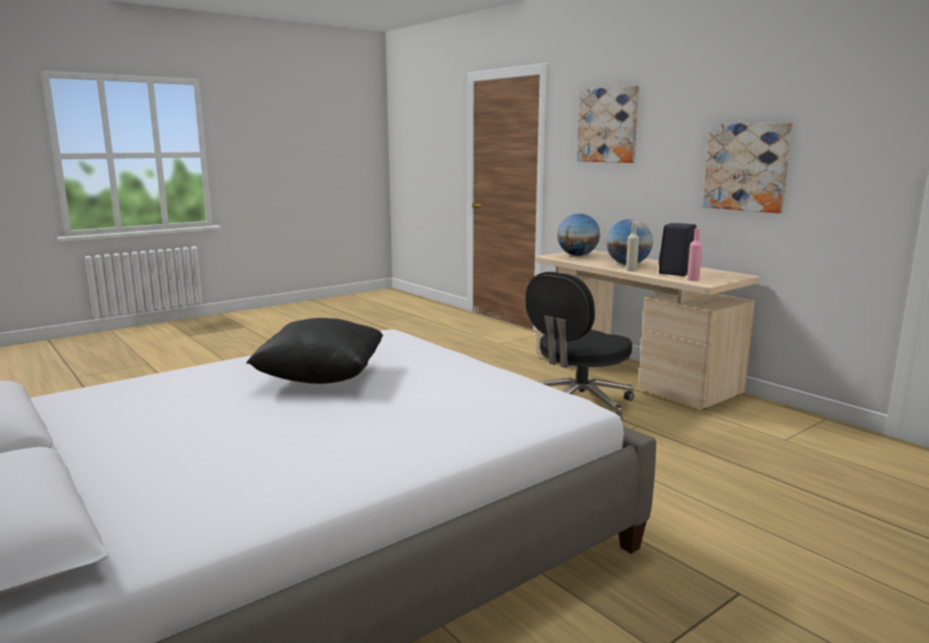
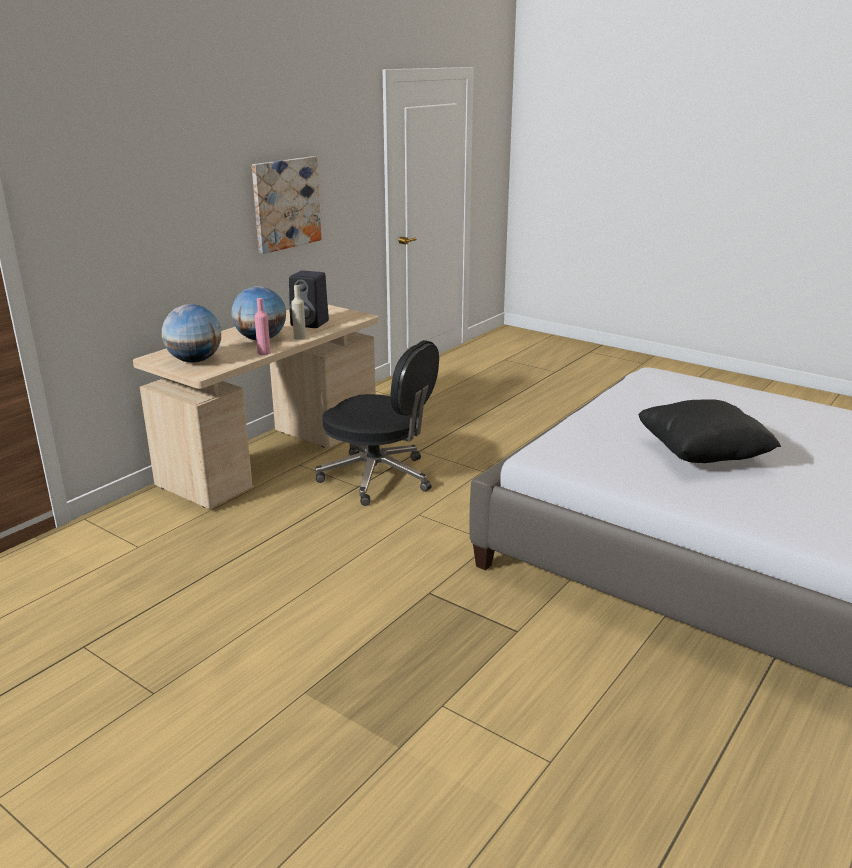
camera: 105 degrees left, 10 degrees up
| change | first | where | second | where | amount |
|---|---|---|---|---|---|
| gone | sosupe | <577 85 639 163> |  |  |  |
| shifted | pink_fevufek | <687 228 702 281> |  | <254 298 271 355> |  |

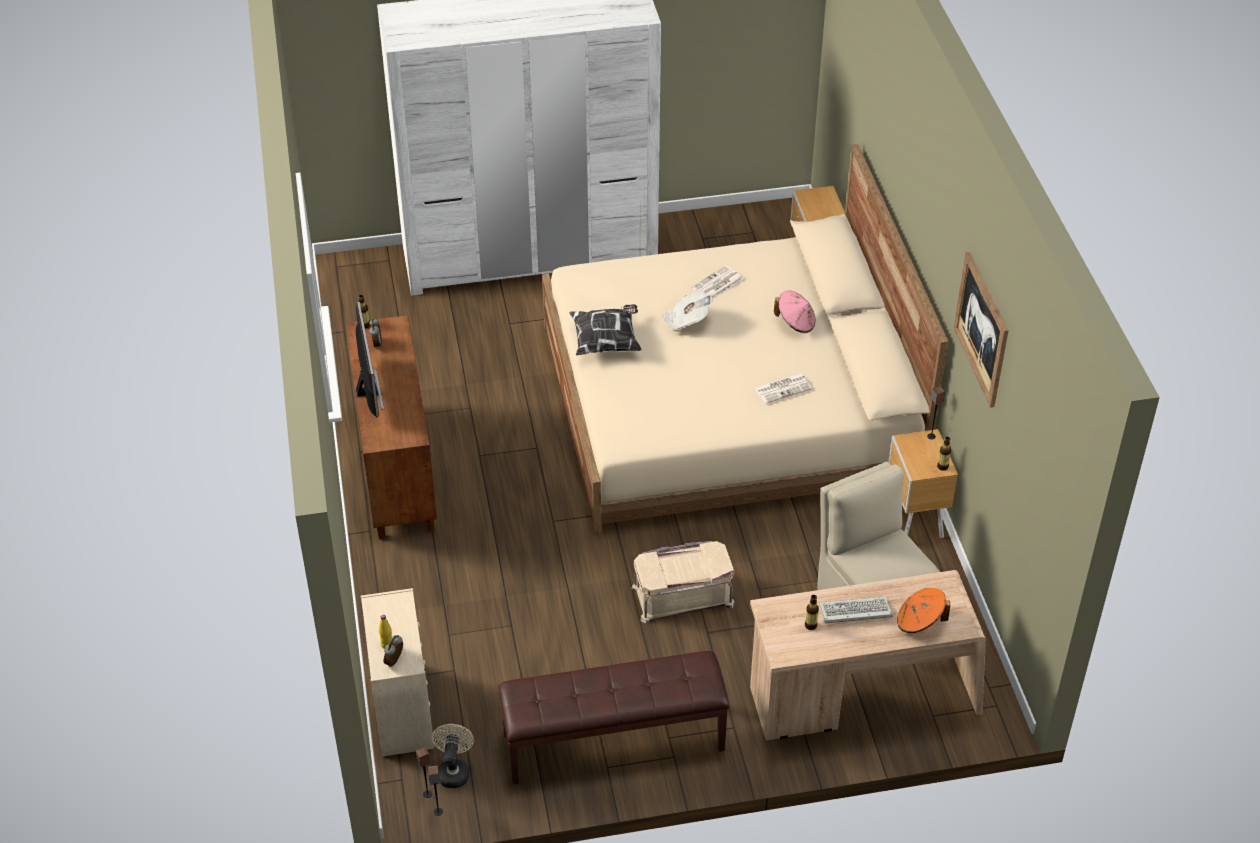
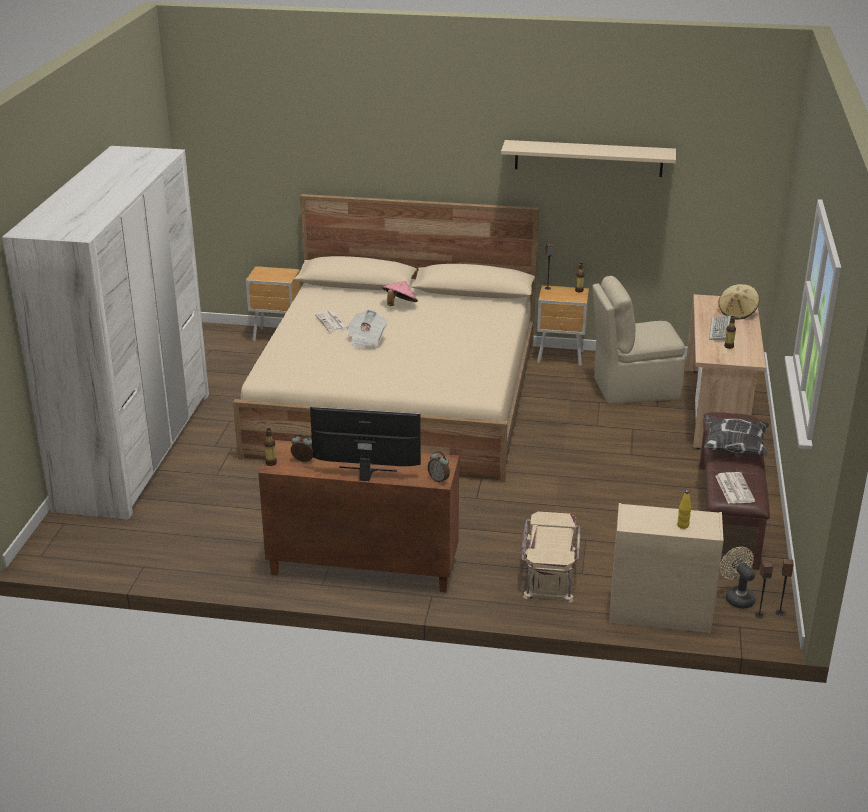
camera: 70 degrees left, 15 degrees down
| change | first | where | second | where | amount |
|---|---|---|---|---|---|
| shifted | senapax | <383 635 403 667> |  | <428 451 450 484> |  |
| shifted | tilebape | <569 304 642 355> |  | <703 415 770 455> |  |
| shifted | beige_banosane | <631 541 736 624> |  | <521 512 580 603> |  |
| shifted | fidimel | <754 373 812 404> |  | <716 472 755 504> |  |
| swapped | sosupe | <954 252 1009 408> | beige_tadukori | <501 140 676 177> |  |
| repainted | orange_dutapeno | <897 588 950 633> | beige_dutapeno | <718 284 759 320> |  |
| rotated | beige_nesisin | <432 724 474 788> |  | <720 547 755 609> | 45 degrees clockwise |

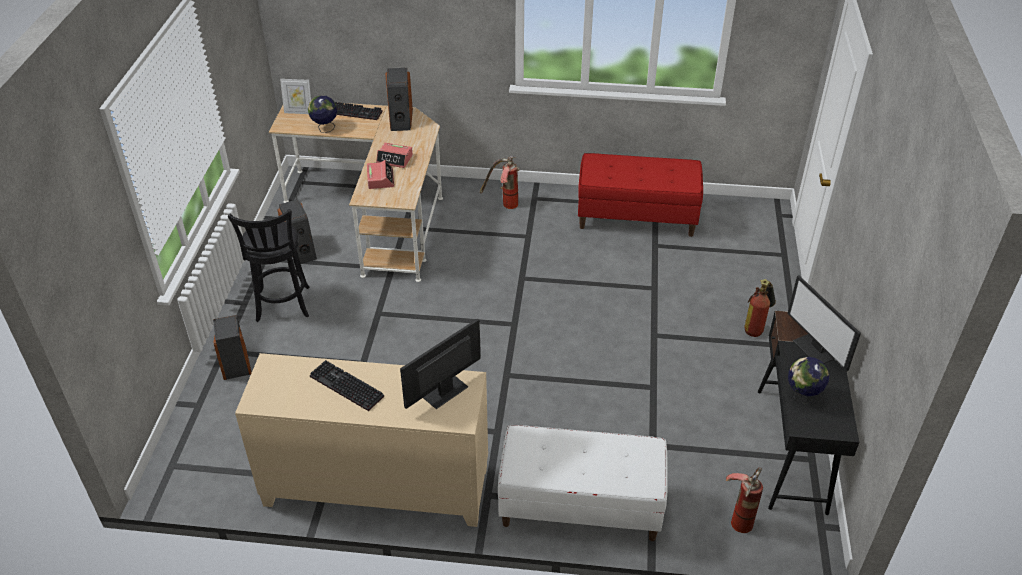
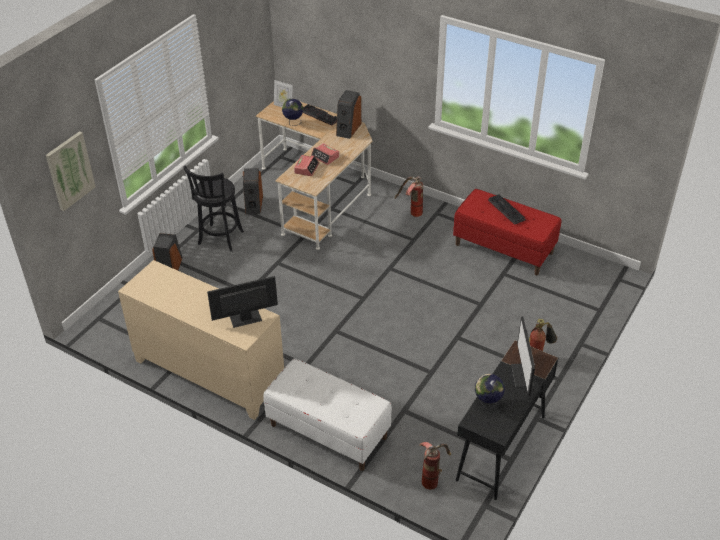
camera: 25 degrees right, 0 degrees up
| change | first | where | second | where | amount |
|---|---|---|---|---|---|
| new |  |  | sosupe | <46 131 96 211> |  |
| shifted | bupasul | <310 360 384 411> |  | <488 194 526 225> |  |

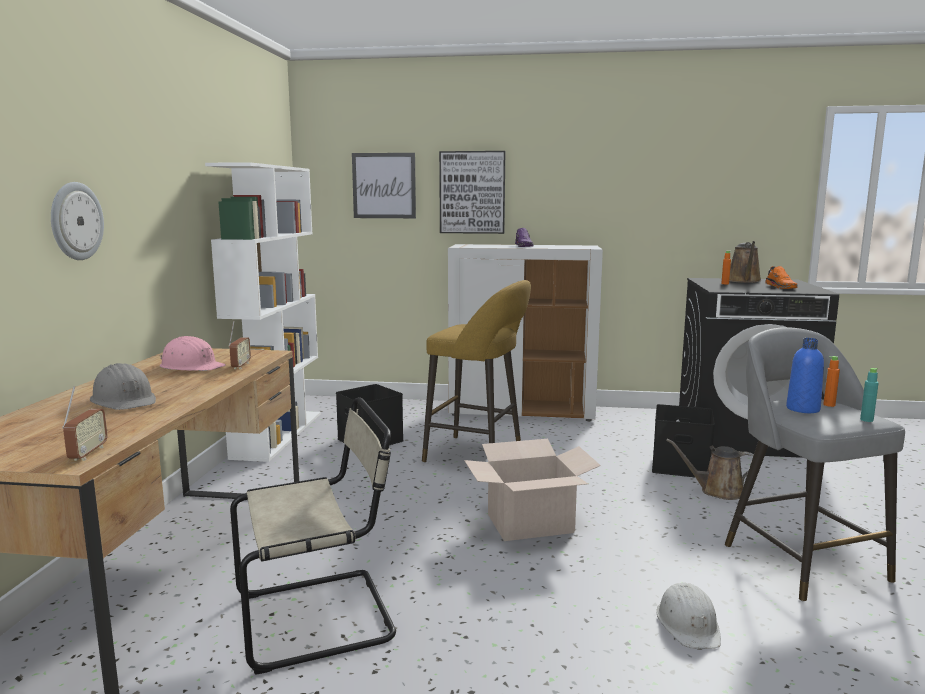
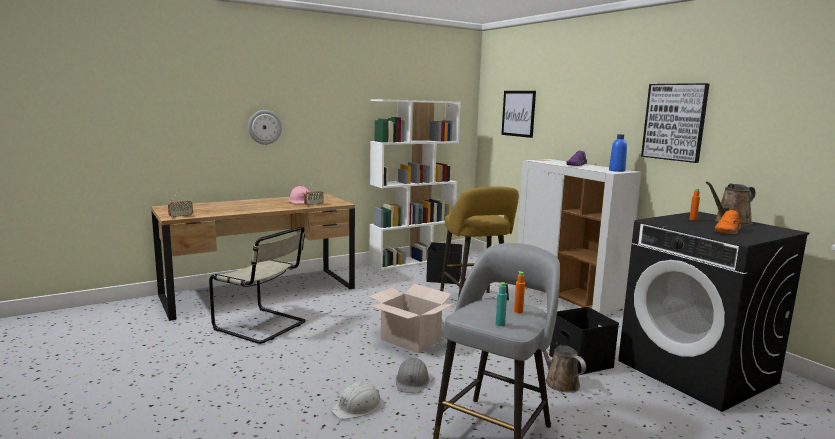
camera: 50 degrees right, 0 degrees up
| change | first | where | second | where | amount |
|---|---|---|---|---|---|
| shifted | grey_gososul | <90 363 156 410> |  | <396 358 430 393> |  |
| shifted | sosupe | <439 151 505 234> |  | <641 83 710 163> |  |
| shifted | blue_fevufek | <786 338 824 413> |  | <609 134 627 172> |  |

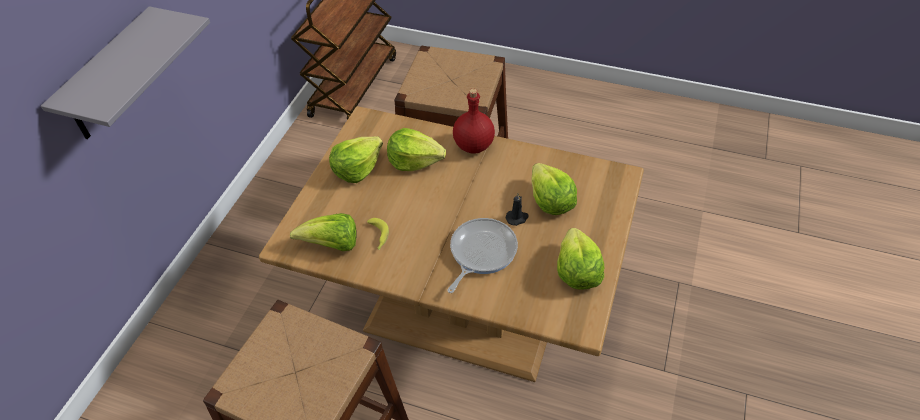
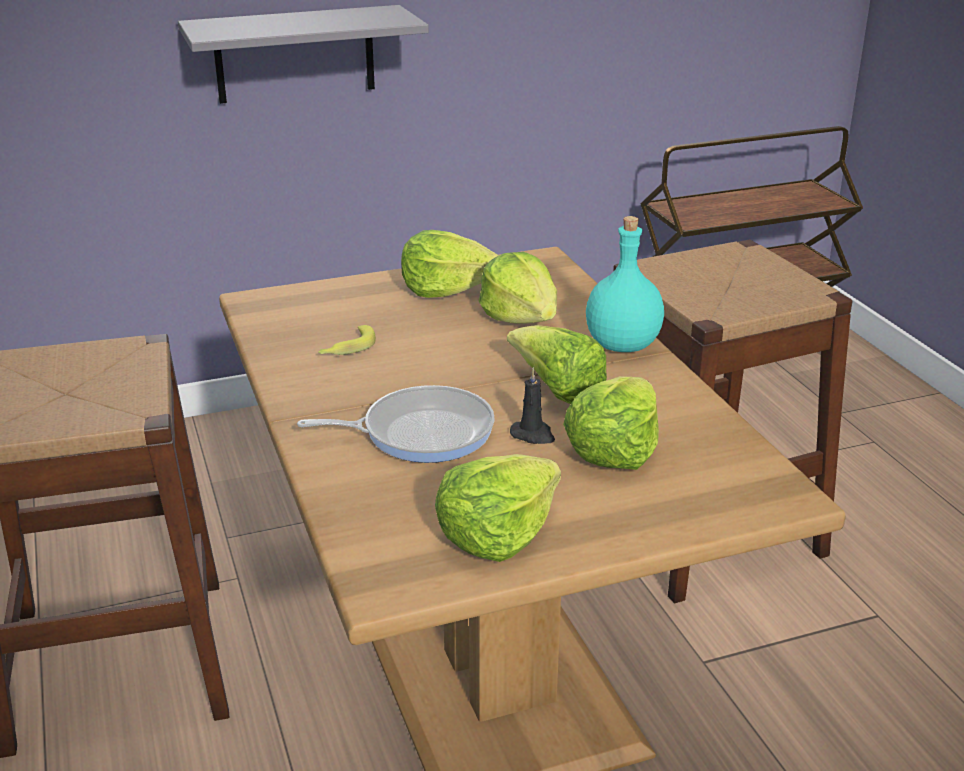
camera: 50 degrees right, 20 degrees down
| change | first | where | second | where | amount |
|---|---|---|---|---|---|
| shifted | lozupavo | <290 213 356 251> |  | <507 325 607 404> |  |
| repainted | red_fevufek | <453 89 495 154> | turquoise_fevufek | <586 216 664 352> |  |

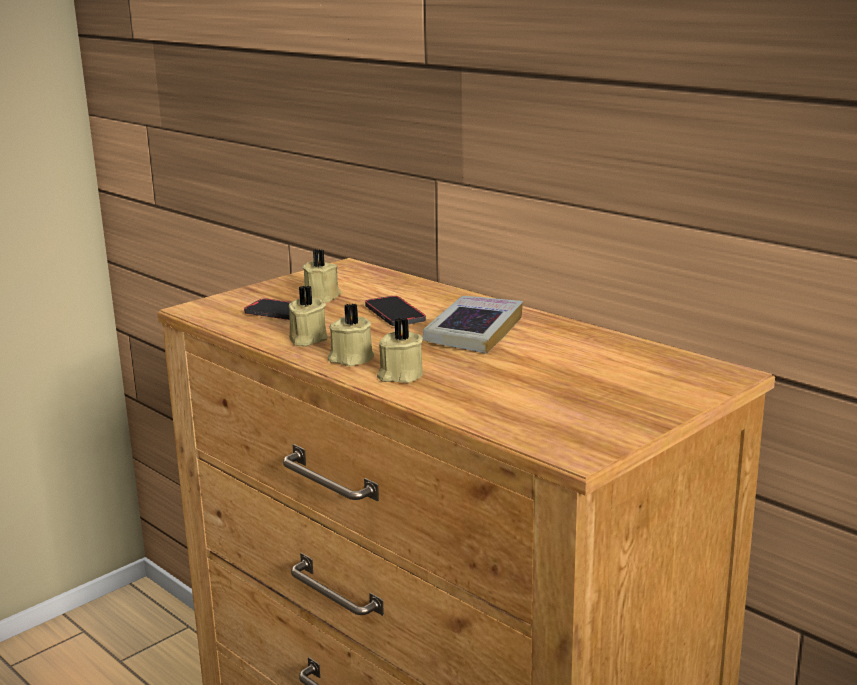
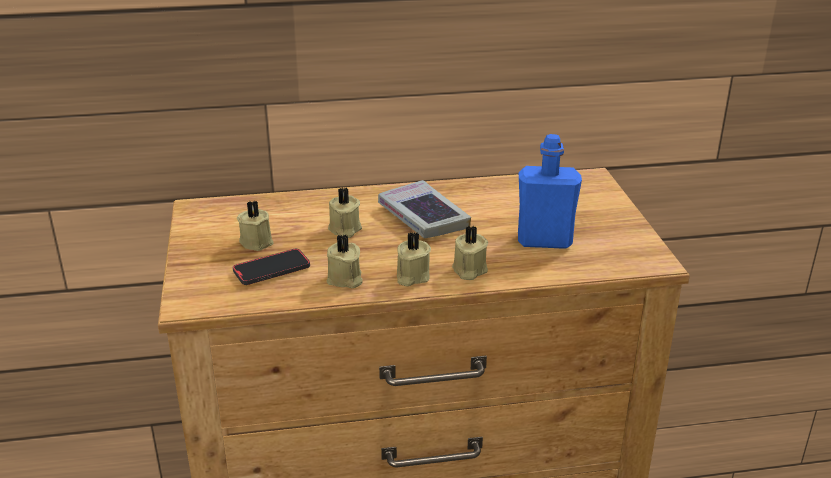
camera: 55 degrees left, 10 degrees up
| change | first | where | second | where | amount |
|---|---|---|---|---|---|
| new |  |  | blue_fevufek | <518 134 582 249> |  |
| swapped | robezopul | <365 296 426 326> | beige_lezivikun | <328 187 362 238> |  |

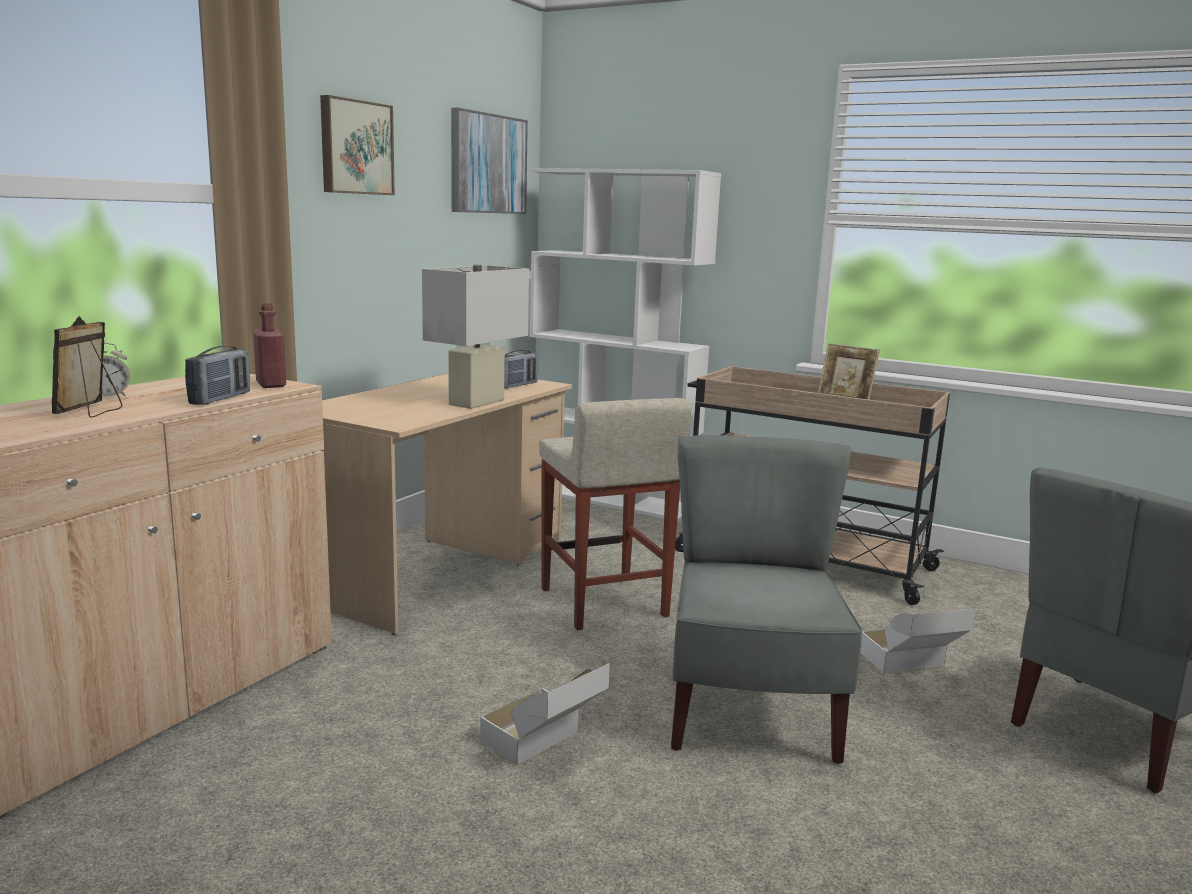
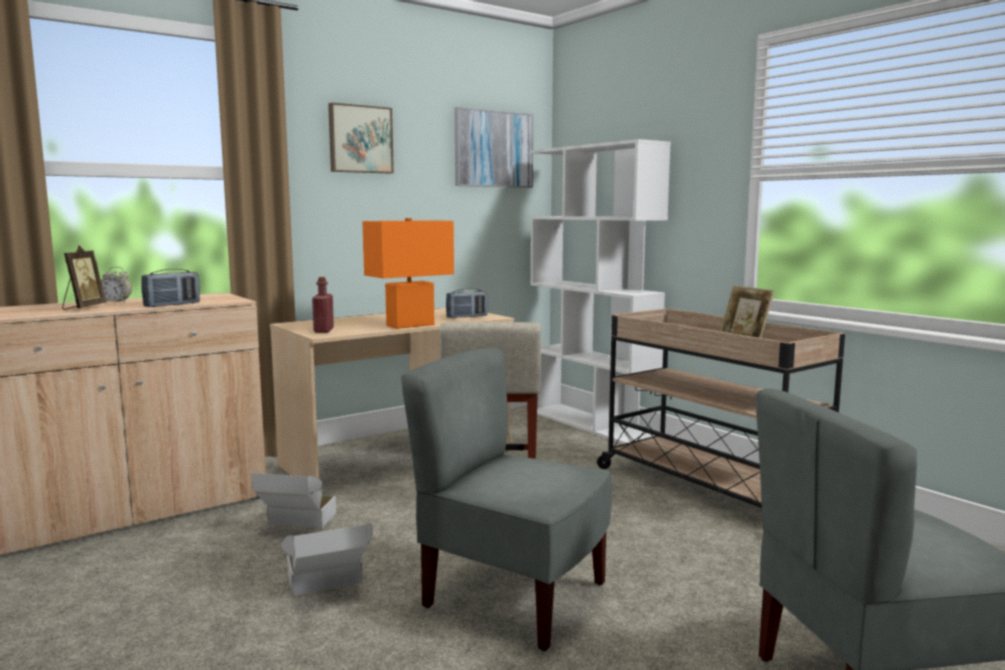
camera: 25 degrees right, 5 degrees down
| change | first | where | second | where | amount |
|---|---|---|---|---|---|
| shifted | red_fevufek | <253 303 286 388> |  | <312 277 334 333> |  |
| shifted | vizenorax | <860 607 976 673> |  | <251 473 336 528> |  |
| repainted | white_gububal | <422 265 529 409> | orange_gububal | <362 218 454 329> |  |
| rotated | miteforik | <52 316 122 418> |  | <62 246 106 310> | 150 degrees clockwise |
| rotated | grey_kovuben | <671 435 862 764> |  | <401 348 612 651> | 90 degrees counterclockwise |

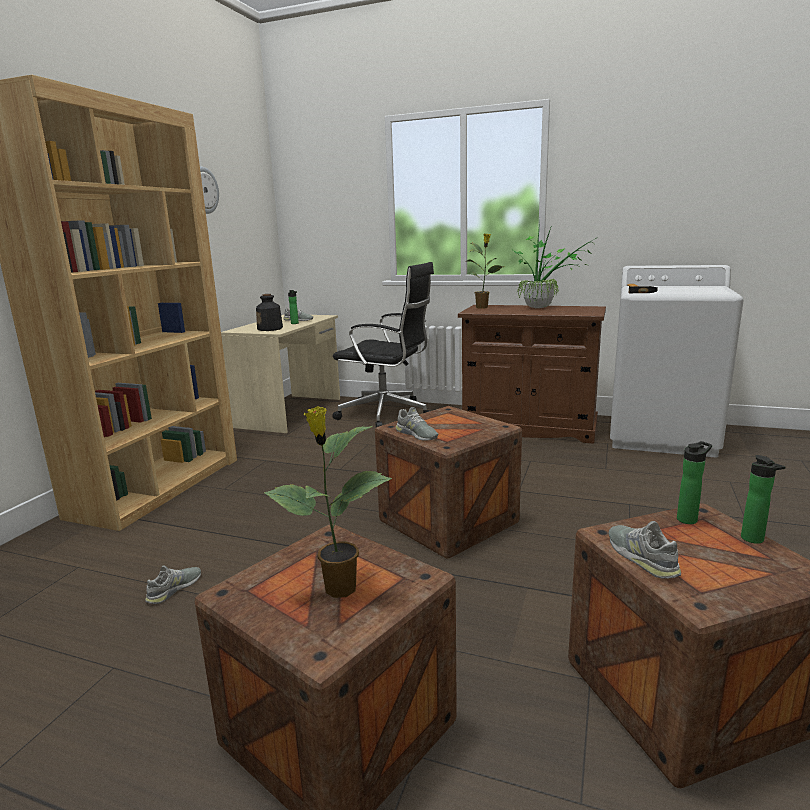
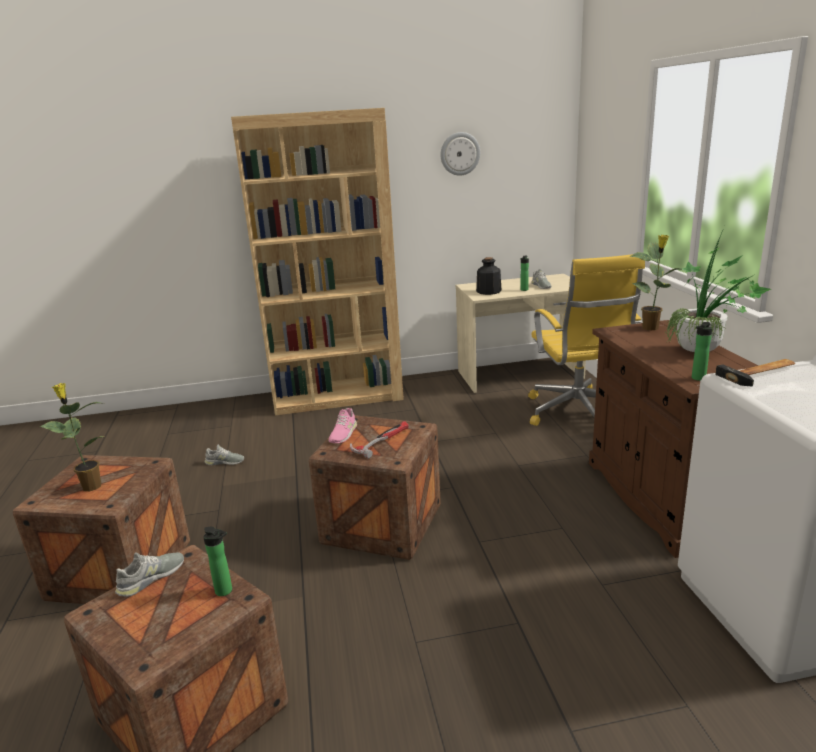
camera: 60 degrees right, 5 degrees up
| change | first | where | second | where | amount |
|---|---|---|---|---|---|
| new |  |  | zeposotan | <350 421 409 459> |  |
| shifted | fevufek | <741 455 785 544> |  | <692 322 712 381> |  |
| repainted | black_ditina | <332 262 434 427> | yellow_ditina | <528 254 645 426> |  |
| repainted | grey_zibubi | <396 407 438 441> | pink_zibubi | <329 408 357 443> |  |

